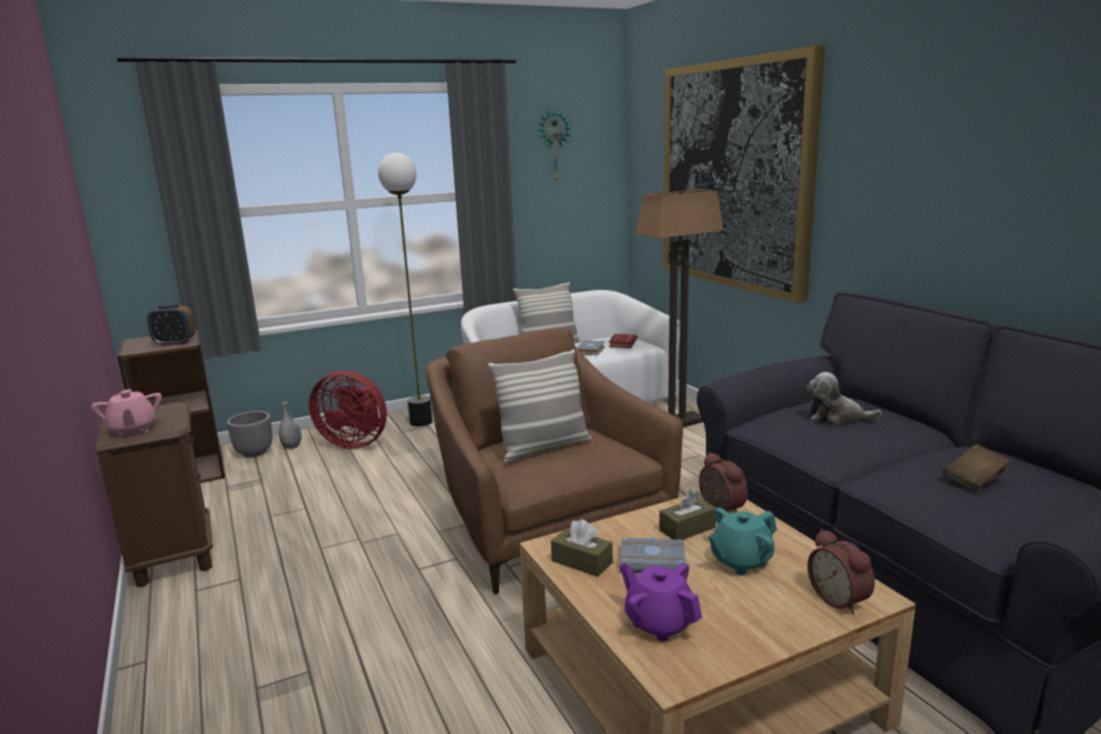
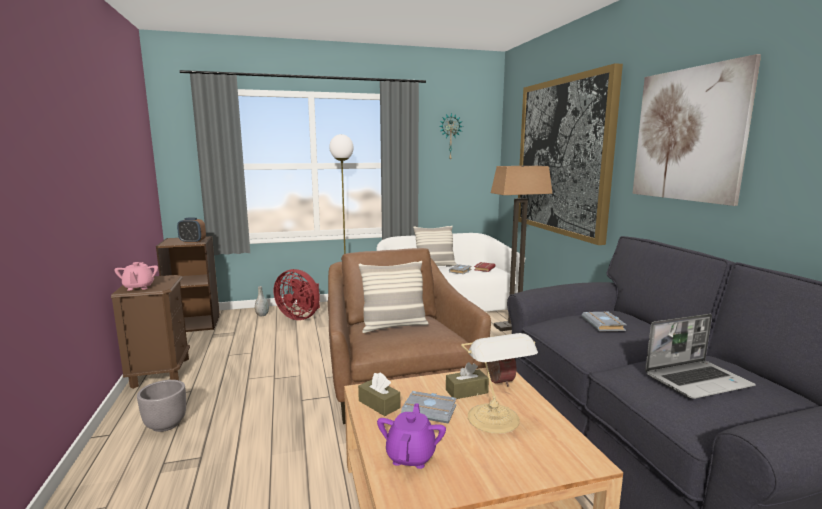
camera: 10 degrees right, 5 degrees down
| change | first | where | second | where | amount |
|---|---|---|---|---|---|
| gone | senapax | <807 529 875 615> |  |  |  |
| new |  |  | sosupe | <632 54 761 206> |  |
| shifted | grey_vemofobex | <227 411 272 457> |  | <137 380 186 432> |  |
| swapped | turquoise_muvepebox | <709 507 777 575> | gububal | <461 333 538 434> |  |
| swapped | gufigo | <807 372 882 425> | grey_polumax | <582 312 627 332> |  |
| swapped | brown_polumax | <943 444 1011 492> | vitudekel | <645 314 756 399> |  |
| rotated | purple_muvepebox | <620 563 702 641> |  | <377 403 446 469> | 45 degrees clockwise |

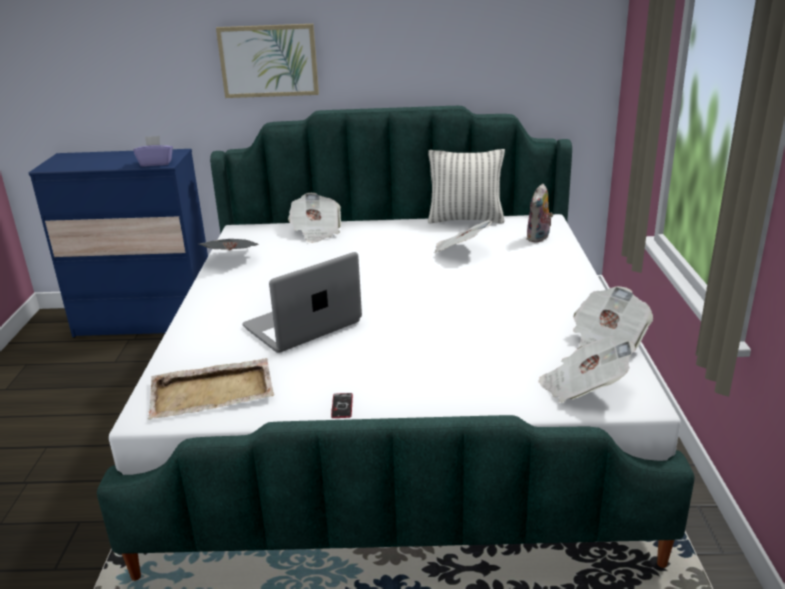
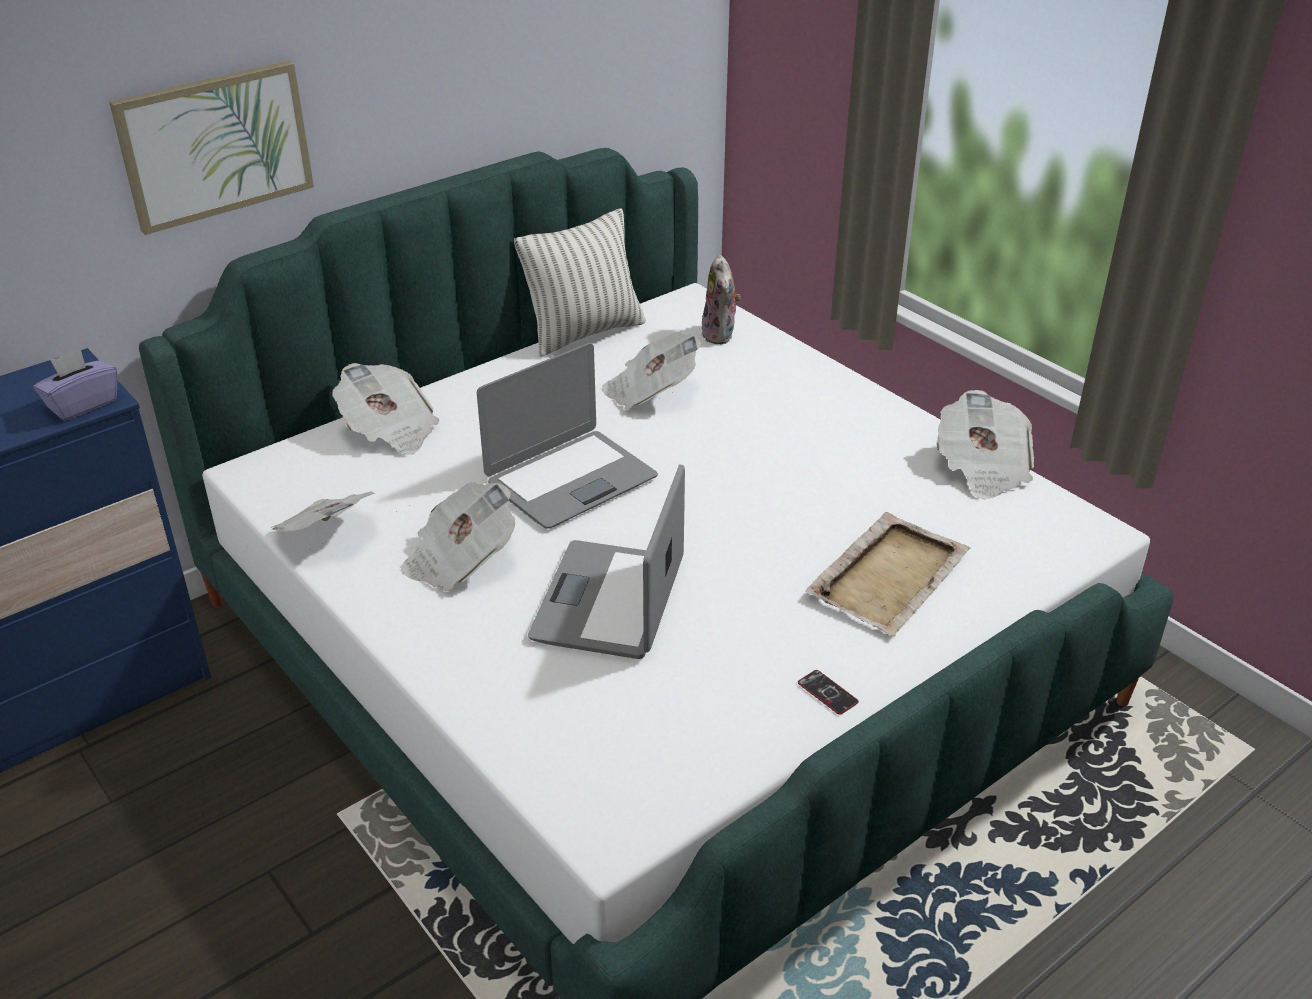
camera: 40 degrees left, 10 degrees up
| change | first | where | second | where | amount |
|---|---|---|---|---|---|
| new |  |  | vitudekel | <477 343 658 529> |  |
| shifted | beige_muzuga | <148 358 274 420> |  | <805 512 970 636> |  |
| shifted | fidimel | <538 336 636 403> |  | <401 482 515 591> |  |

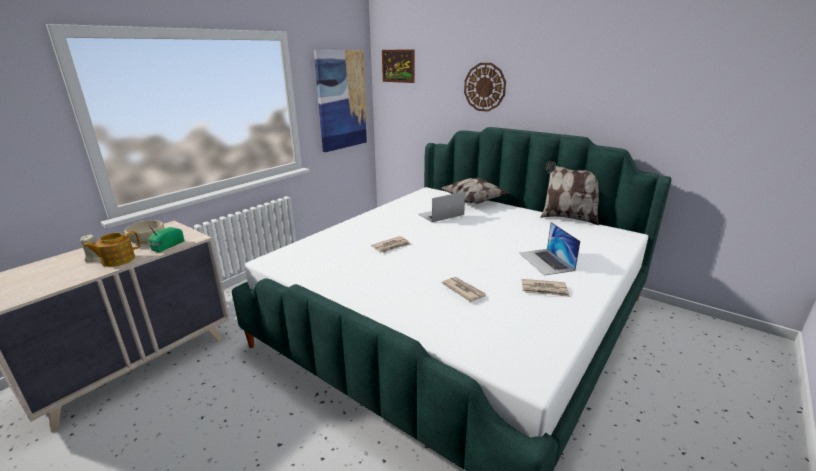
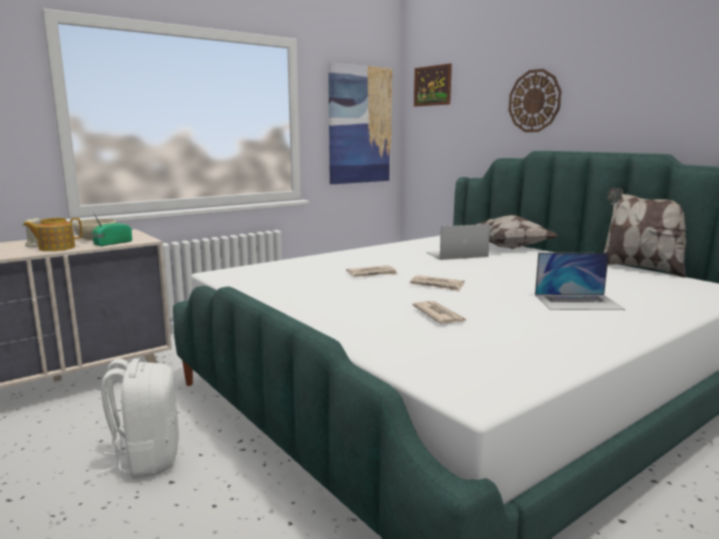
camera: 15 degrees right, 10 degrees down
| change | first | where | second | where | amount |
|---|---|---|---|---|---|
| new |  |  | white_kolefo | <97 359 179 479> |  |
| shifted | fidimel | <521 279 570 297> |  | <410 275 464 292> |  |
| rotated | vitudekel | <519 222 580 276> |  | <535 253 625 310> | 90 degrees counterclockwise |

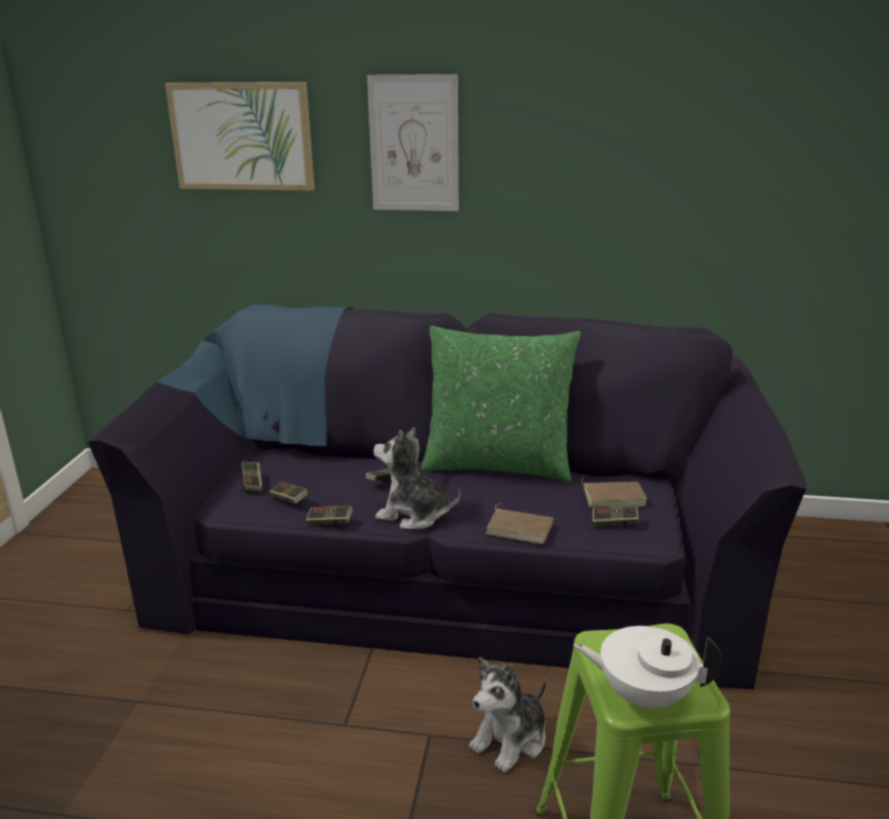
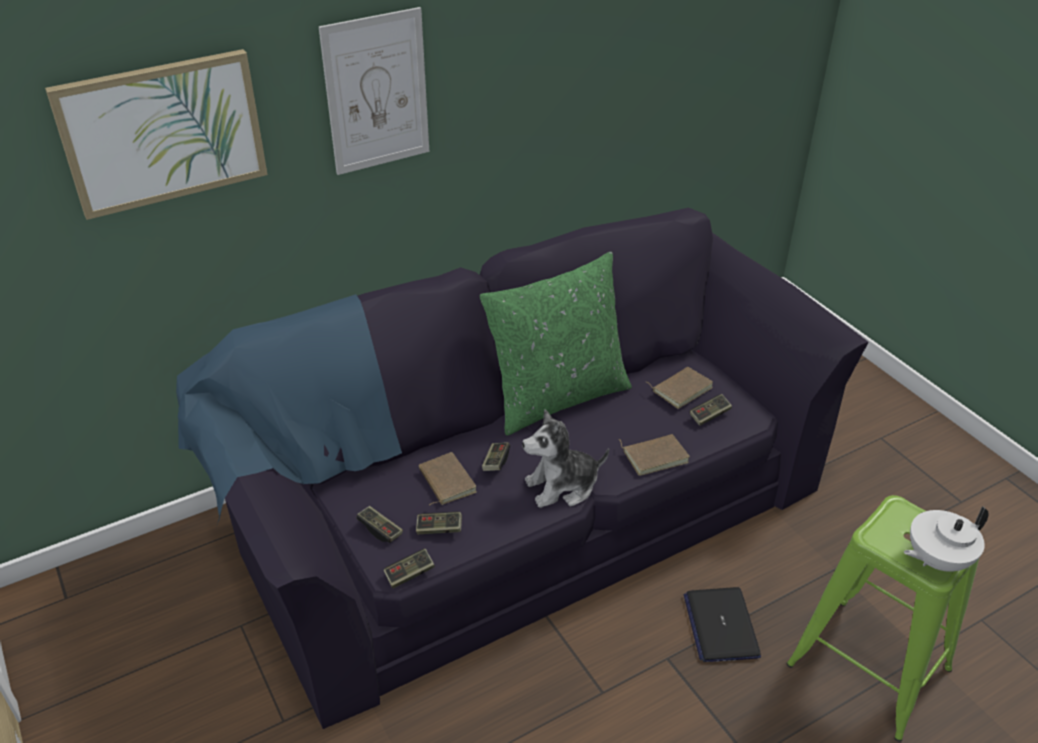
camera: 40 degrees left, 15 degrees up
| change | first | where | second | where | amount |
|---|---|---|---|---|---|
| new |  |  | brown_polumax | <419 452 476 505> |  |
| shifted | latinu | <306 506 353 525> |  | <384 549 435 588> |  |
| swapped | gufigo | <469 657 547 773> | vitudekel | <683 587 761 662> |  |

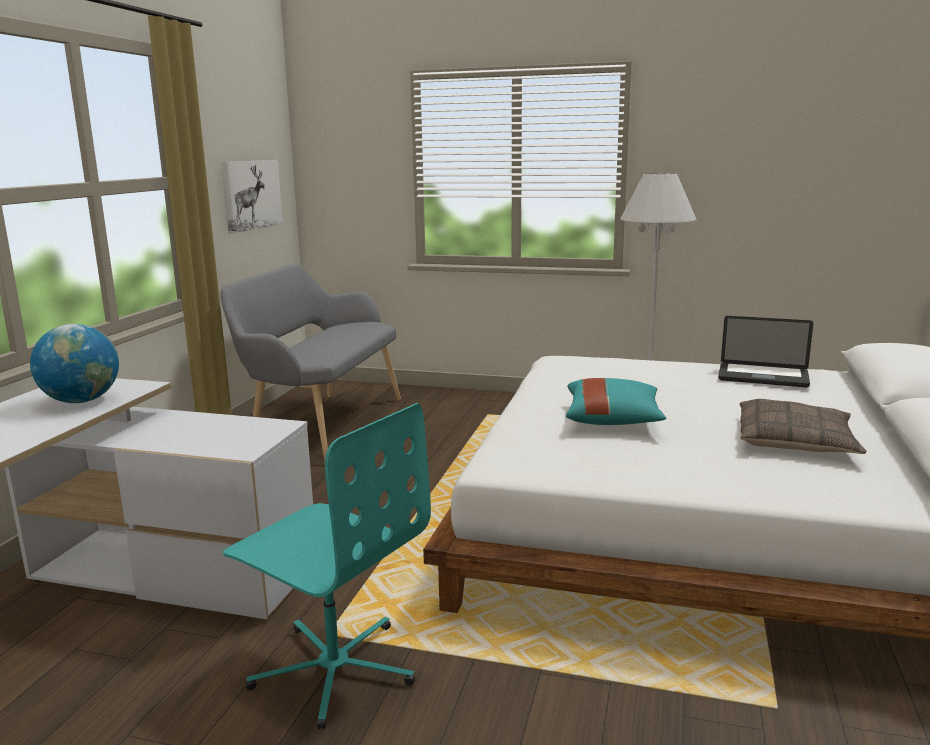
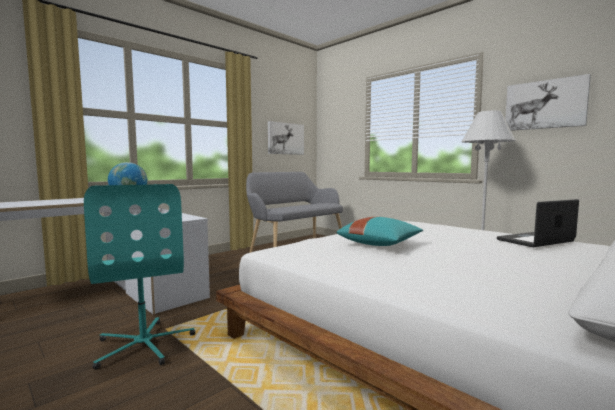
camera: 30 degrees right, 10 degrees down
| change | first | where | second | where | amount |
|---|---|---|---|---|---|
| gone | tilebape | <739 399 866 454> |  |  |  |
| new |  |  | sosupe | <505 74 591 131> |  |
| rotated | vitudekel | <718 316 813 387> |  | <497 199 579 247> | 105 degrees clockwise |

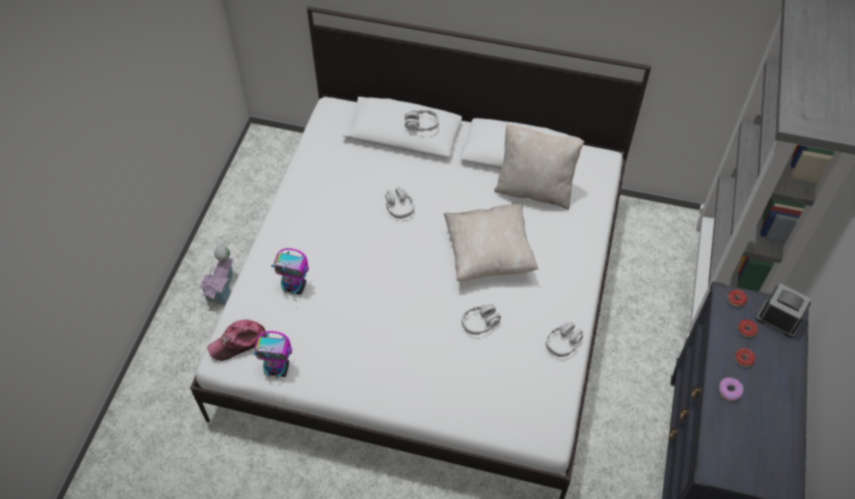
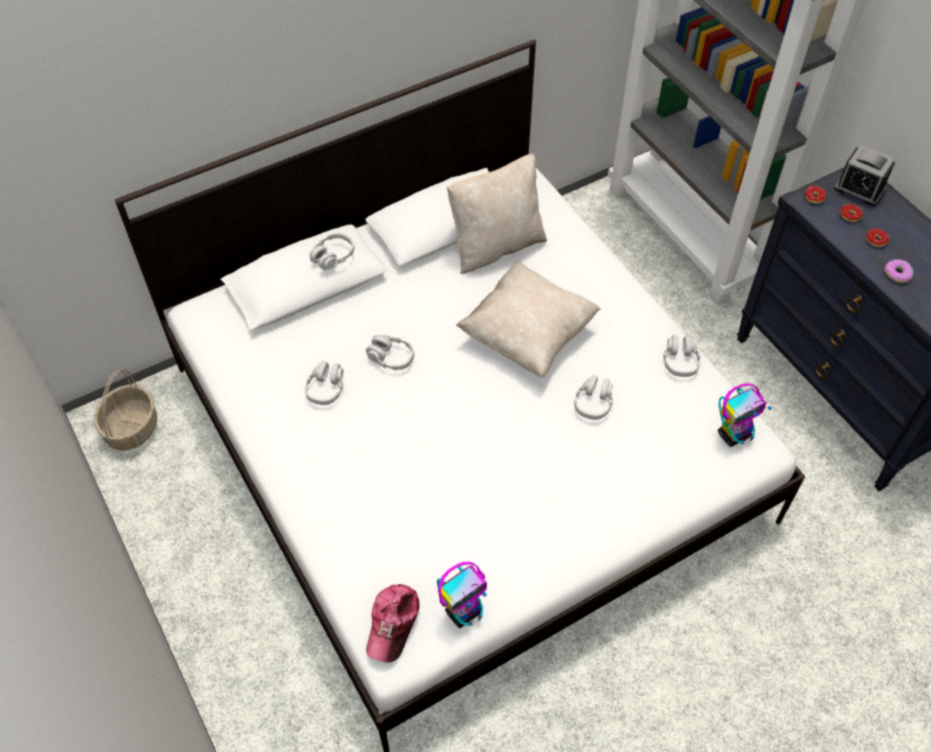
camera: 45 degrees left, 0 degrees up
| change | first | where | second | where | amount |
|---|---|---|---|---|---|
| gone | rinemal | <200 246 234 309> |  |  |  |
| new |  |  | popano | <94 369 157 451> |  |
| new |  |  | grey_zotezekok | <305 361 343 405> |  |
| shifted | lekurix | <271 248 309 295> |  | <718 383 772 447> |  |
| rotated | senapax | <756 283 811 338> |  | <834 145 895 206> | 135 degrees counterclockwise |

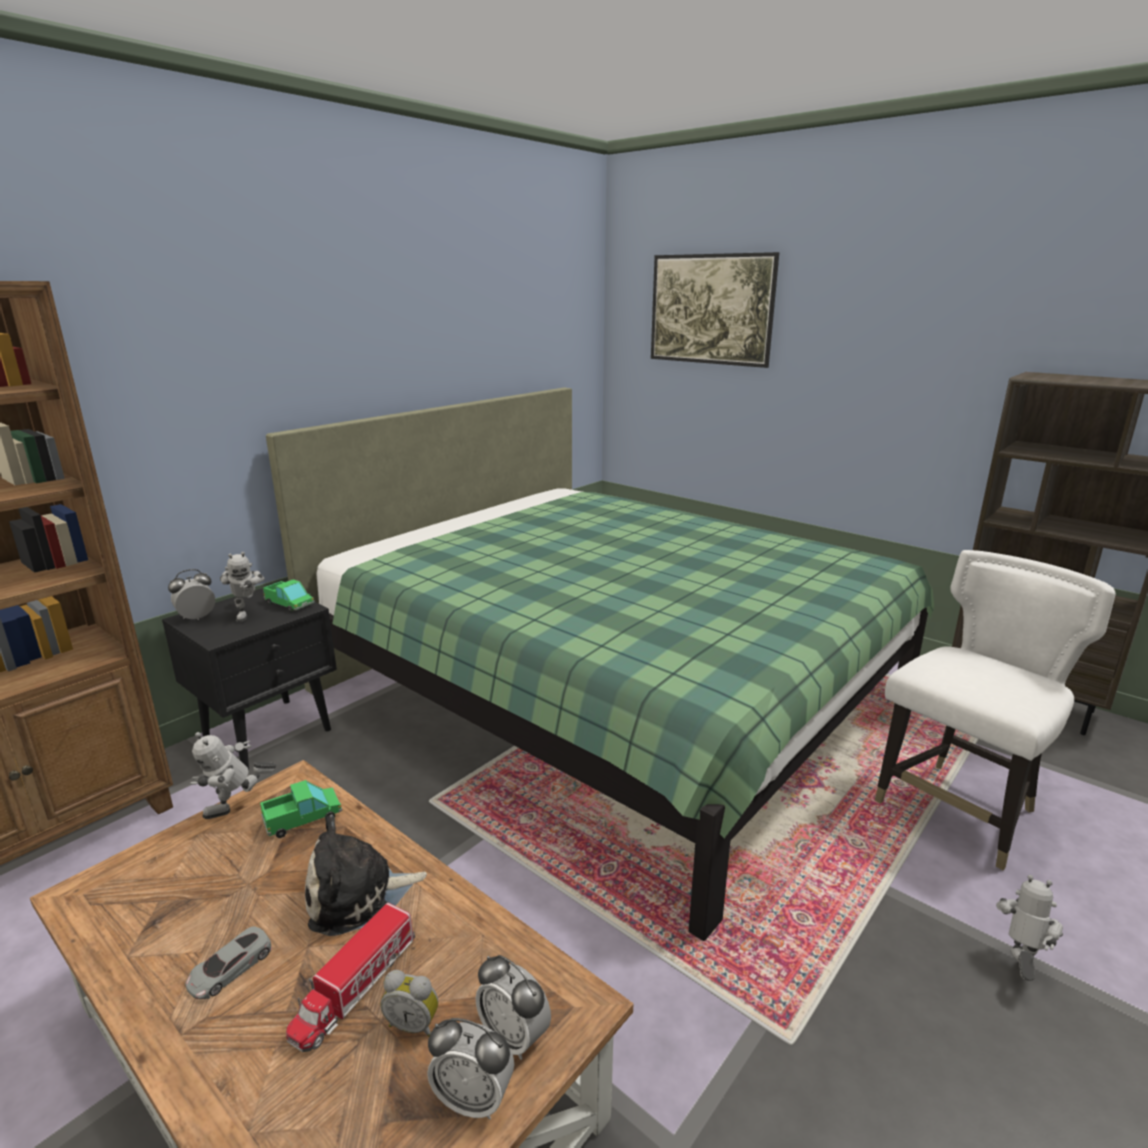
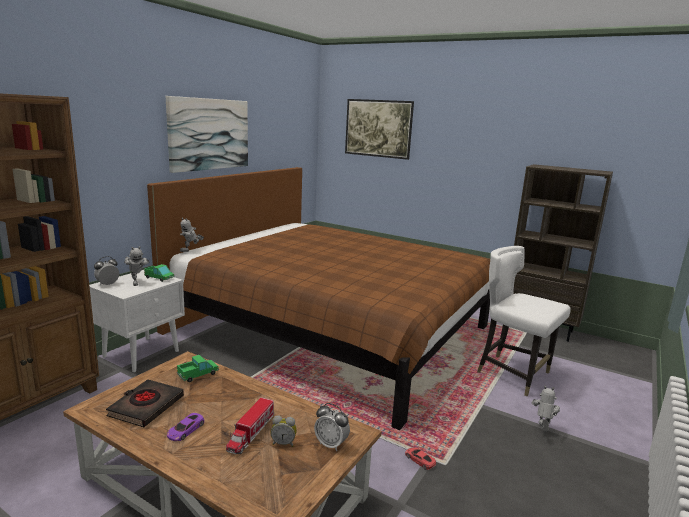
camera: 10 degrees left, 5 degrees down
| change | first | where | second | where | amount |
|---|---|---|---|---|---|
| gone | gufigo | <305 814 427 936> |  |  |  |
| gone | senapax | <427 1018 514 1120> |  |  |  |
| new |  |  | black_polumax | <106 379 184 427> |  |
| new |  |  | sosupe | <166 96 248 173> |  |
| new |  |  | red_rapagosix | <405 447 436 470> |  |
| shifted | lekurix | <190 732 277 819> |  | <180 218 204 252> |  |
| repainted | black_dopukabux | <162 588 337 770> | white_dopukabux | <89 270 185 372> |  |
| repainted | grey_rapagosix | <185 927 272 999> | purple_rapagosix | <167 413 204 441> |  |
| repainted | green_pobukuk | <266 388 934 941> | brown_pobukuk | <147 167 490 430> |  |
| rotated | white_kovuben | <874 550 1116 870> |  | <477 246 571 396> | 90 degrees counterclockwise |

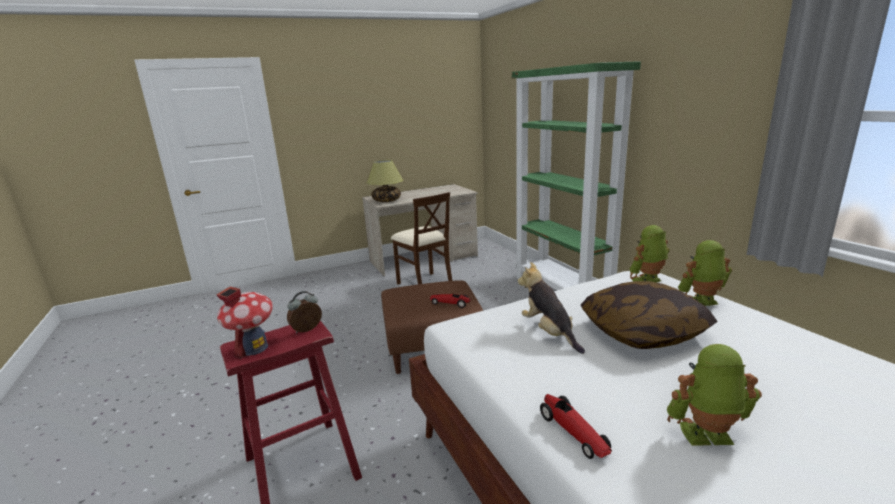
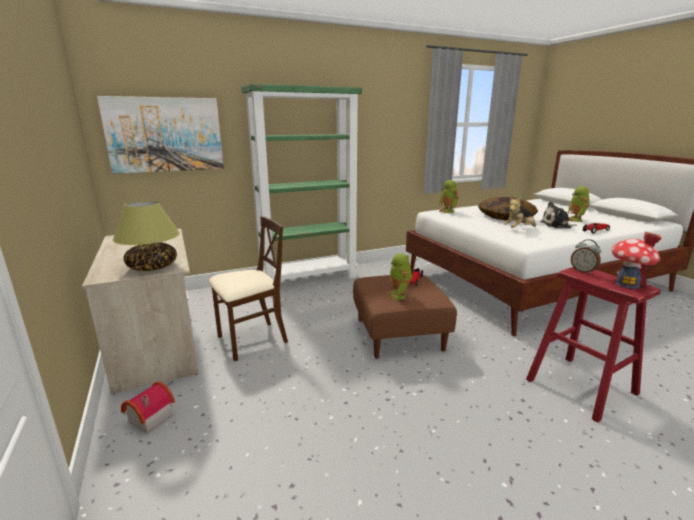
camera: 90 degrees left, 0 degrees up
| change | first | where | second | where | amount |
|---|---|---|---|---|---|
| new |  |  | sosupe | <97 96 224 174> |  |
| new |  |  | rinemal | <121 382 175 434> |  |
| new |  |  | gufigo | <540 202 577 229> |  |
| shifted | lekurix | <678 240 732 306> |  | <387 253 412 300> |  |

